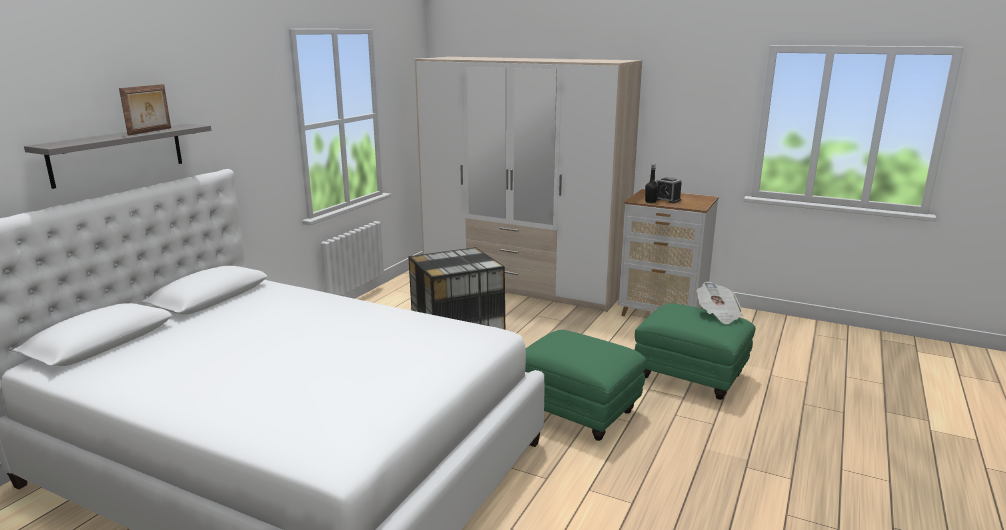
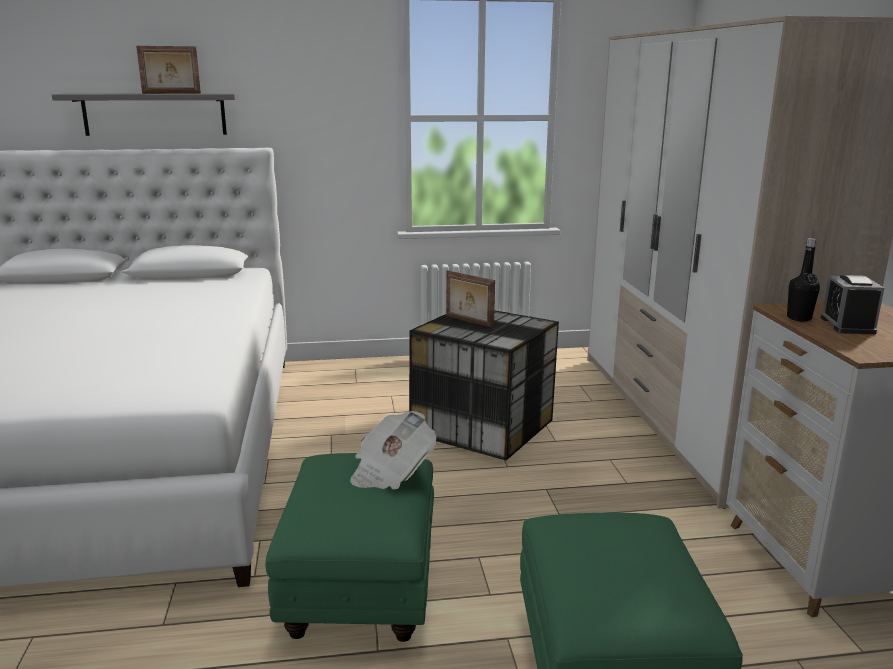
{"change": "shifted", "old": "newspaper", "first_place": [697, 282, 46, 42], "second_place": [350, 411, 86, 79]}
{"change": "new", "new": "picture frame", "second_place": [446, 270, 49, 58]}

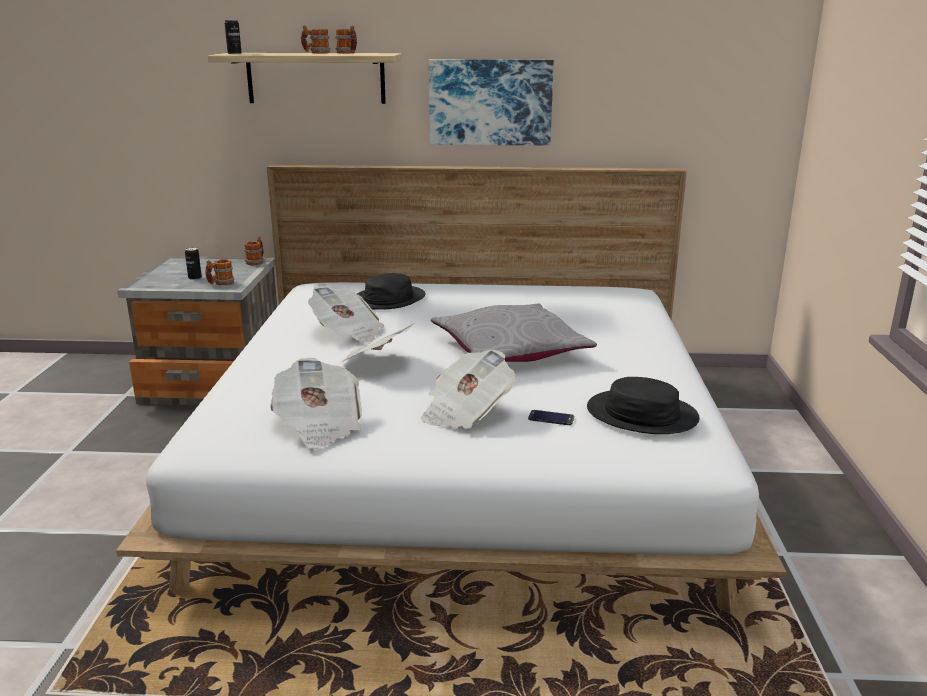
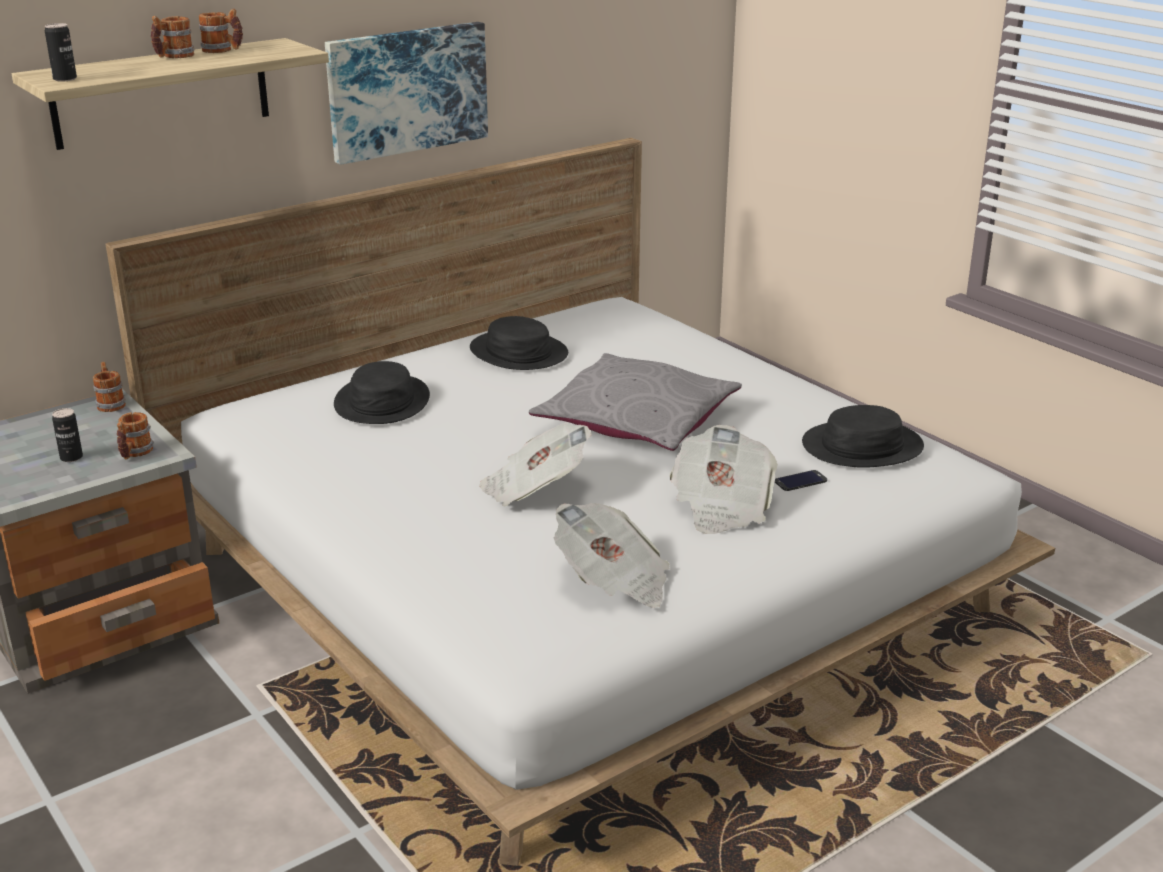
{"change": "gone", "old": "newspaper", "first_place": [308, 286, 76, 58]}
{"change": "new", "new": "black hat", "second_place": [470, 316, 98, 54]}

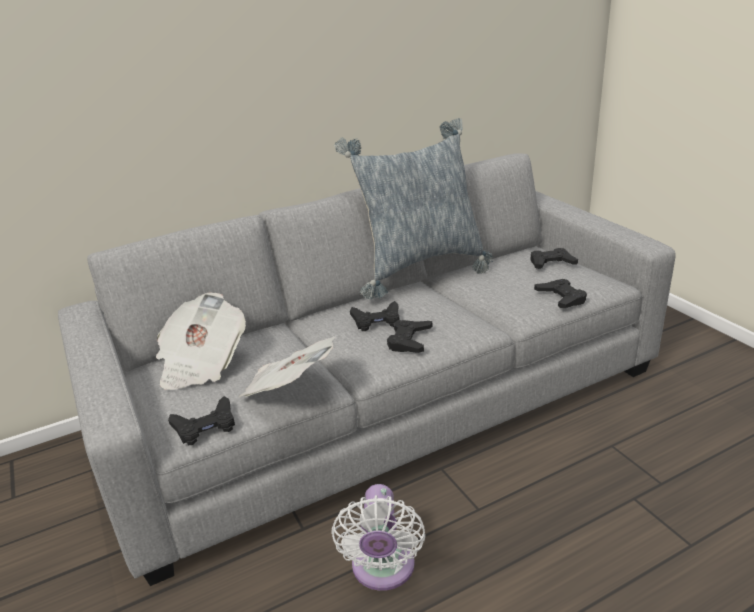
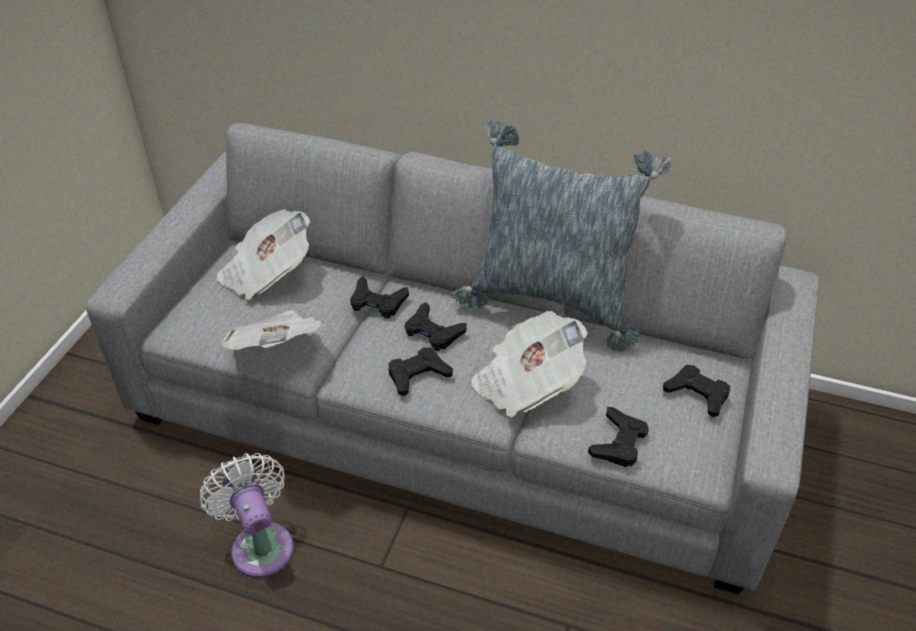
{"change": "shifted", "old": "black game controller", "first_place": [168, 396, 67, 49], "second_place": [350, 277, 59, 41]}
{"change": "rotated", "old": "white fan", "first_place": [331, 484, 94, 107], "second_place": [200, 453, 94, 125], "degrees": 105}
{"change": "new", "new": "newspaper", "second_place": [472, 311, 116, 106]}

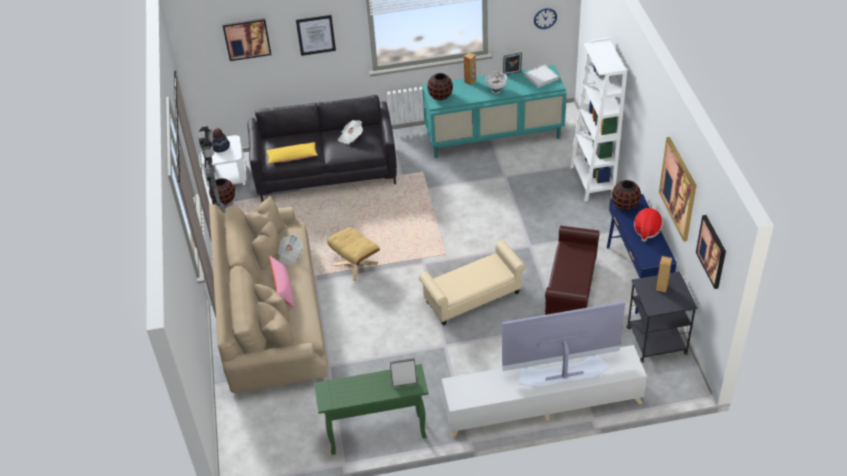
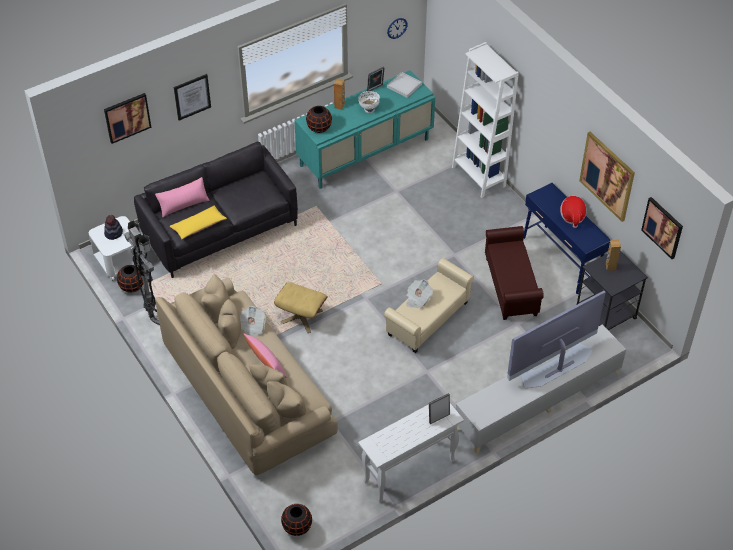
{"change": "shifted", "old": "newspaper", "first_place": [338, 120, 25, 25], "second_place": [406, 280, 27, 29]}
{"change": "shifted", "old": "black vase", "first_place": [612, 180, 29, 30], "second_place": [281, 504, 31, 32]}
{"change": "repainted", "old": "green console table", "new": "white console table", "first_place": [314, 364, 114, 91], "second_place": [358, 403, 106, 100]}
{"change": "new", "new": "pink pillow", "second_place": [155, 177, 54, 41]}

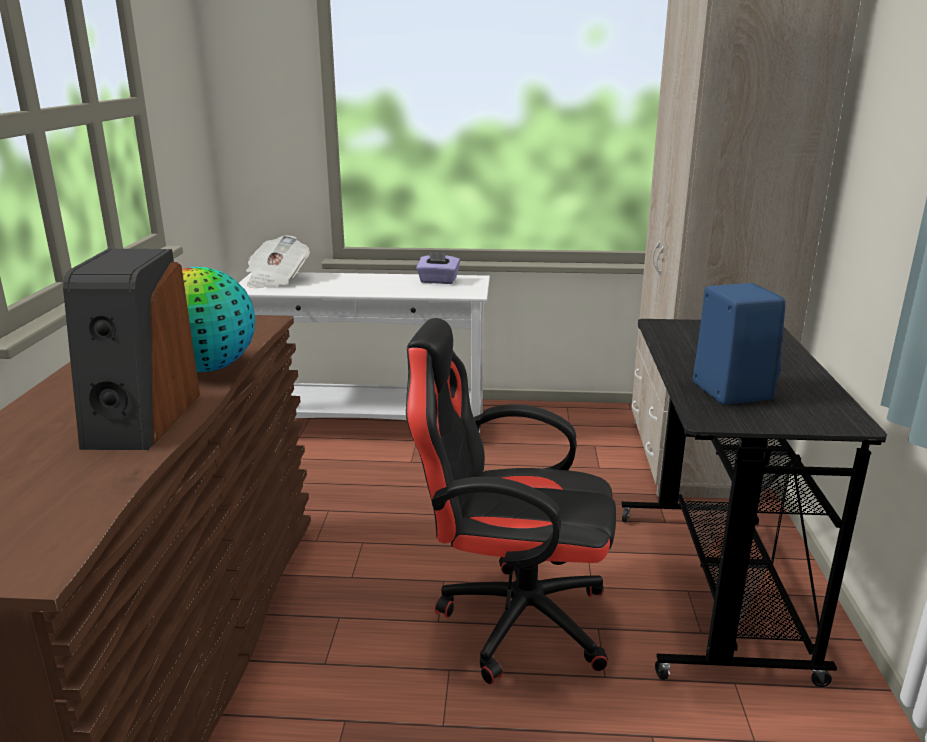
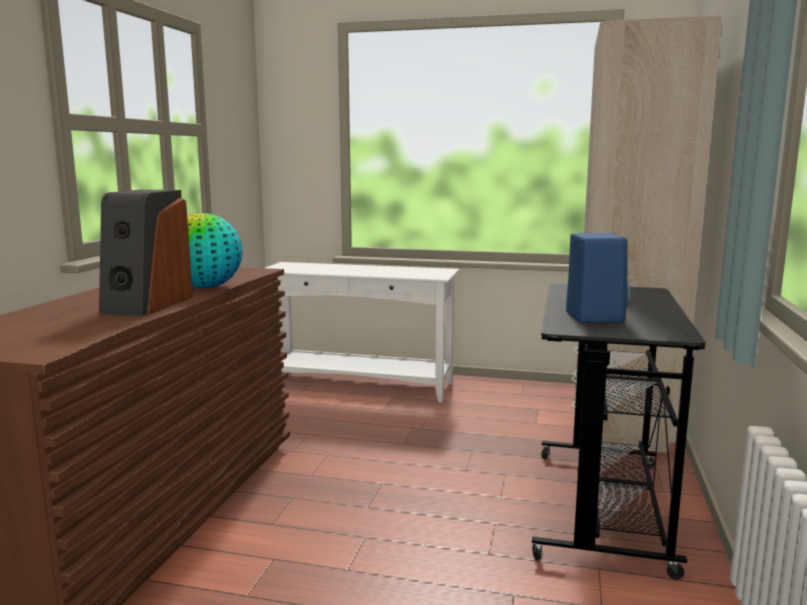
{"change": "gone", "old": "newspaper", "first_place": [246, 235, 64, 53]}
{"change": "gone", "old": "purple tissue box", "first_place": [416, 251, 44, 33]}
{"change": "gone", "old": "black office chair", "first_place": [406, 318, 210, 366]}

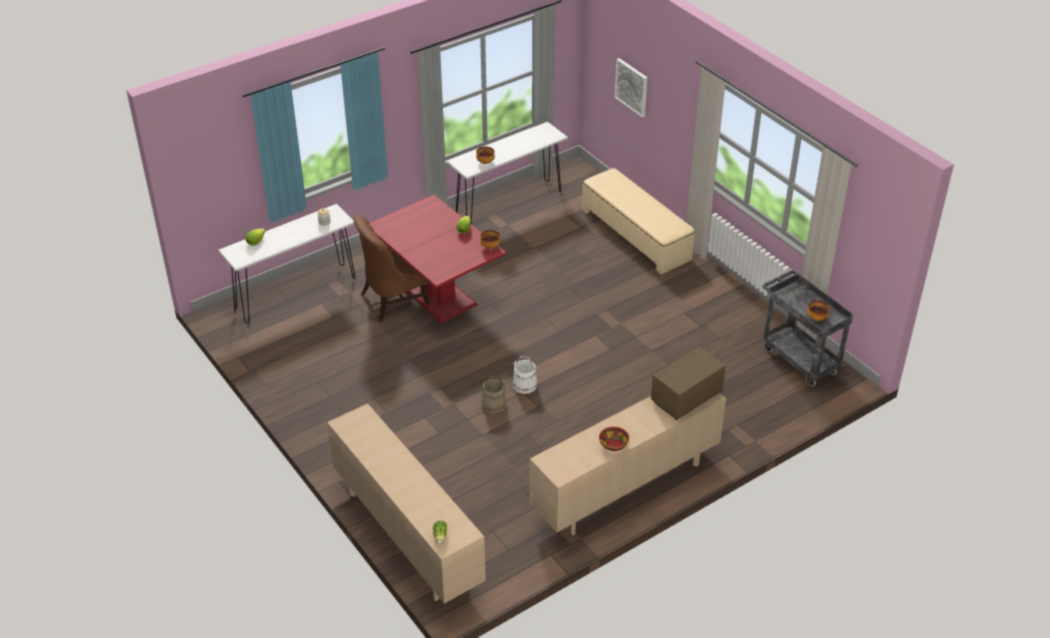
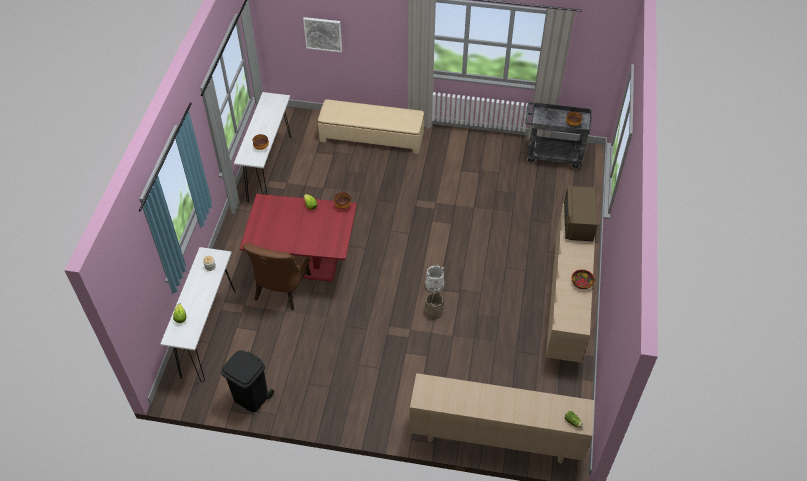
{"change": "new", "new": "black trash can", "second_place": [221, 350, 53, 62]}

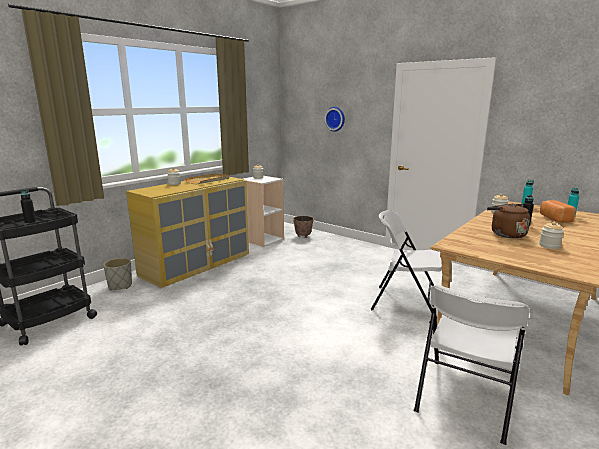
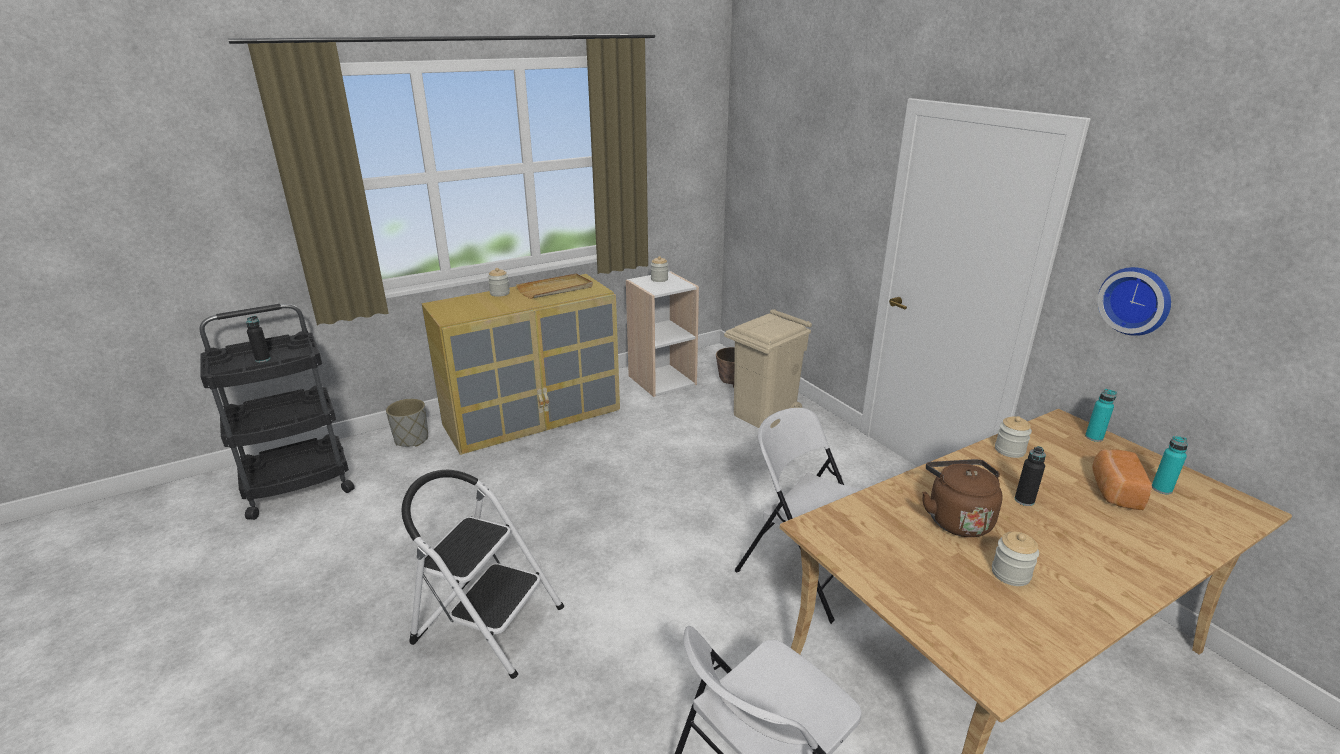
{"change": "shifted", "old": "wall clock", "first_place": [324, 107, 21, 25], "second_place": [1098, 267, 73, 69]}
{"change": "new", "new": "beige trash can", "second_place": [724, 309, 88, 119]}
{"change": "new", "new": "step ladder", "second_place": [402, 470, 162, 209]}

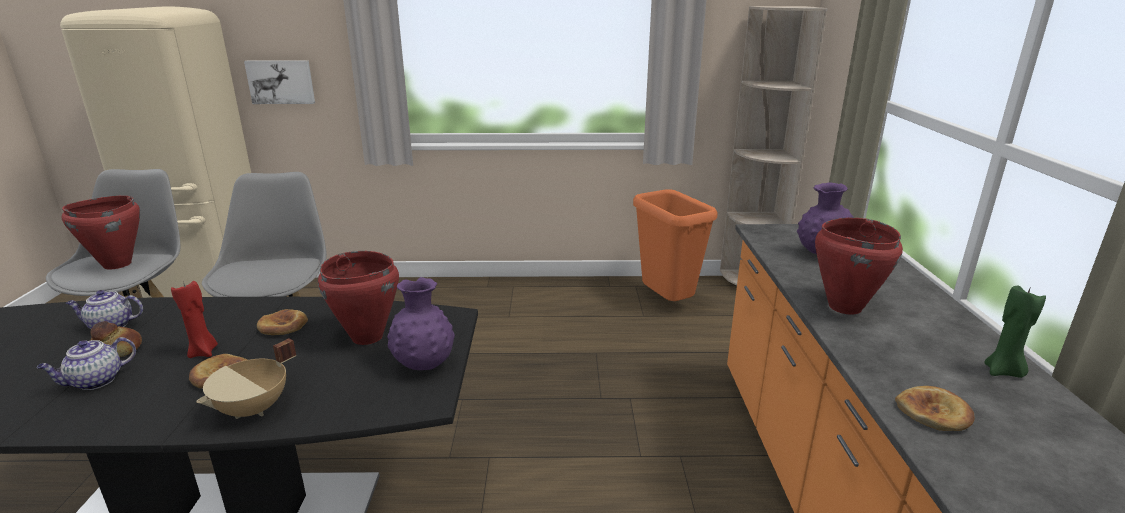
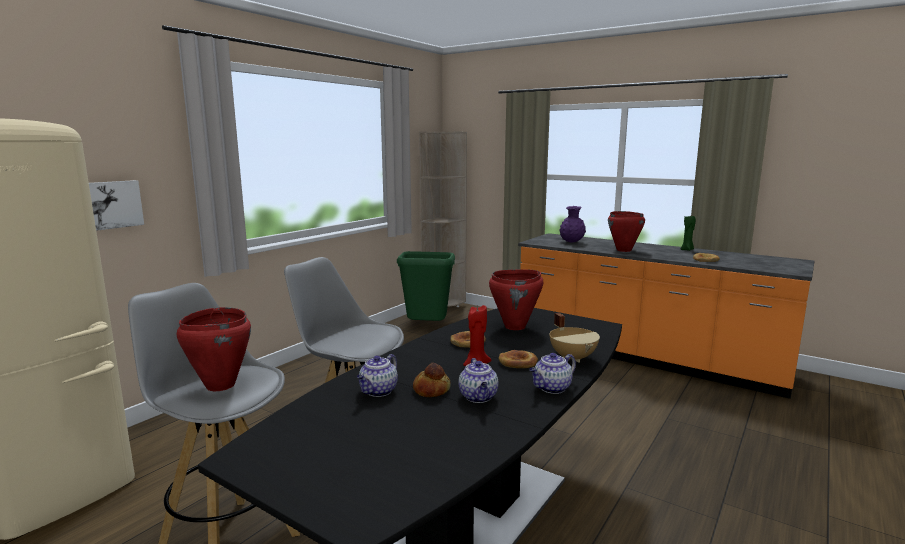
{"change": "repainted", "old": "orange trash can", "new": "green trash can", "first_place": [633, 189, 85, 112], "second_place": [397, 251, 58, 70]}
{"change": "gone", "old": "purple vase", "first_place": [387, 277, 68, 93]}
{"change": "new", "new": "teapot", "second_place": [529, 353, 47, 41]}

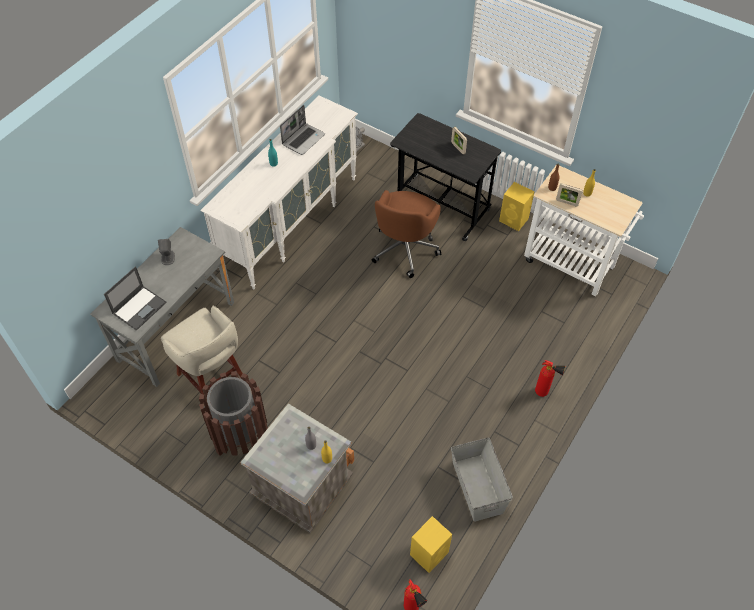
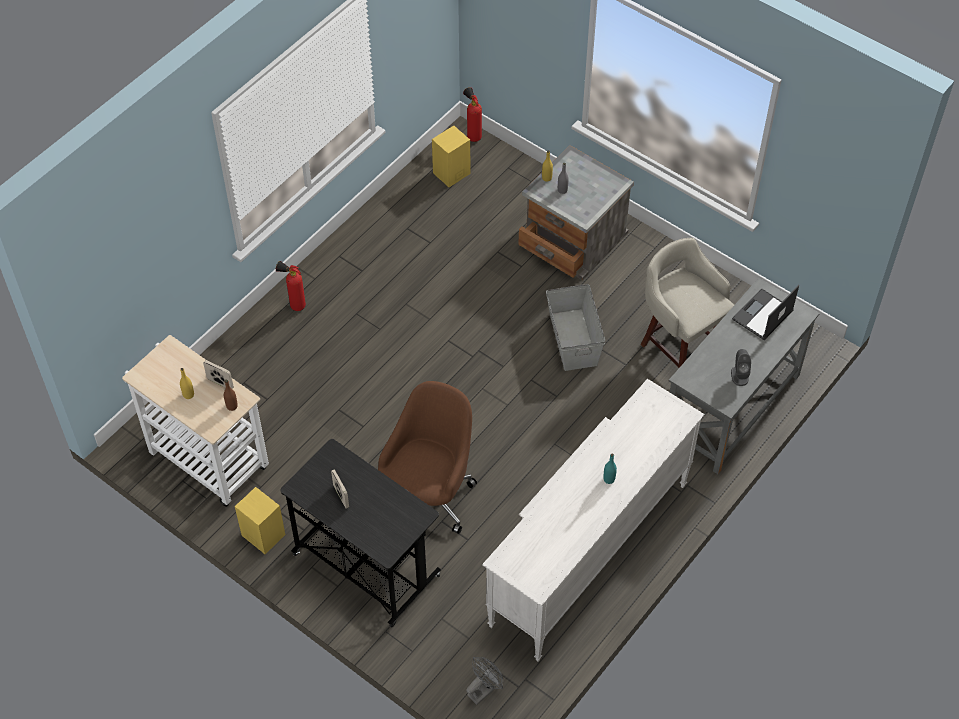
{"change": "gone", "old": "laptop", "first_place": [280, 105, 45, 50]}
{"change": "gone", "old": "brown trash can", "first_place": [199, 371, 69, 85]}
{"change": "shifted", "old": "grey storage box", "first_place": [451, 437, 62, 85], "second_place": [546, 284, 59, 87]}

